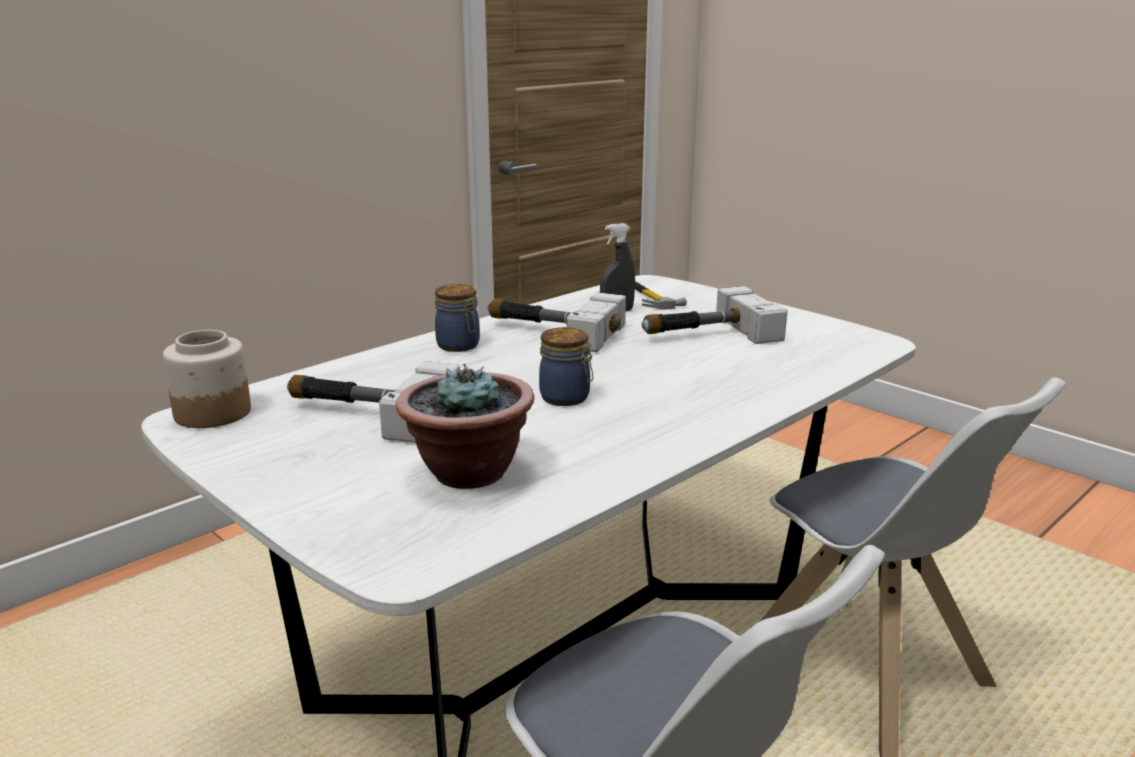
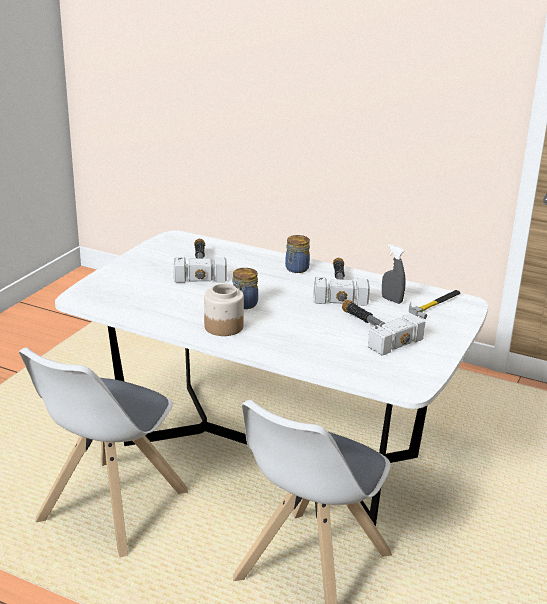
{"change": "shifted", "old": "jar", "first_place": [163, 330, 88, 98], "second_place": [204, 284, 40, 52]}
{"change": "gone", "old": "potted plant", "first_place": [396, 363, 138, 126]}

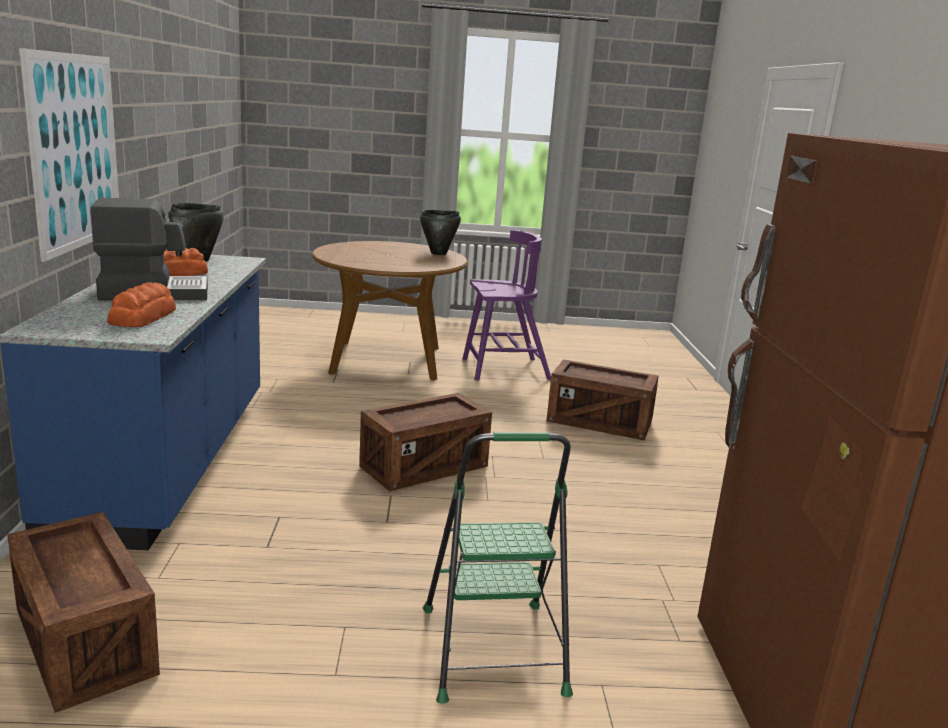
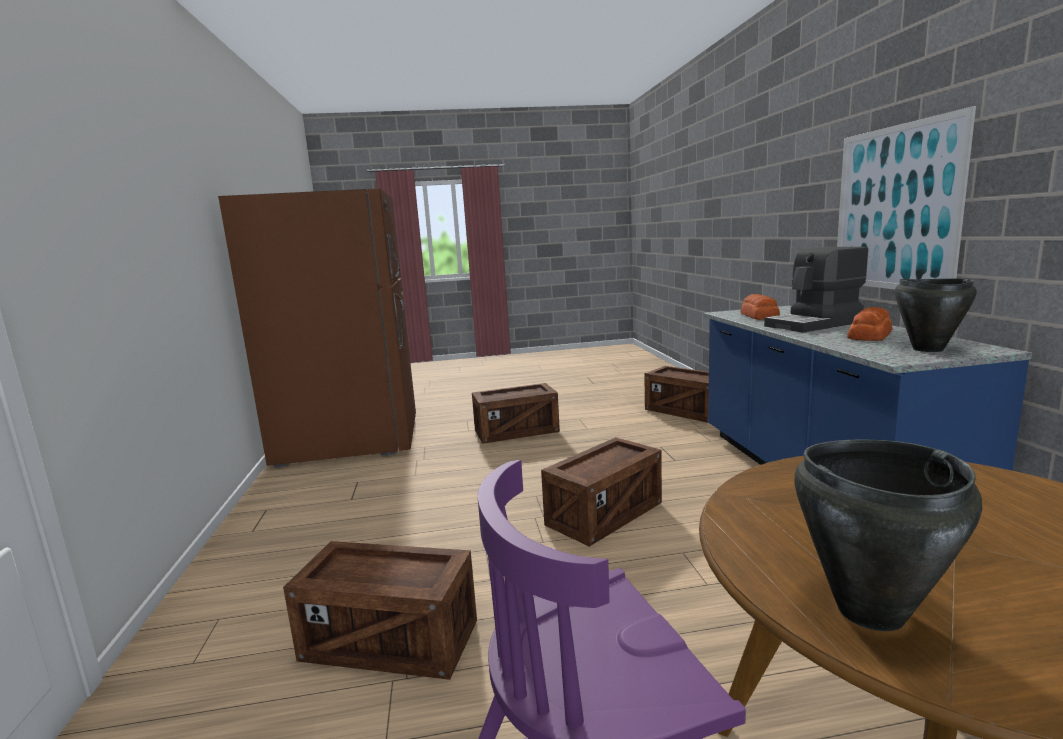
{"change": "swapped", "old": "green step ladder", "new": "crate", "first_place": [423, 432, 150, 272], "second_place": [472, 383, 88, 61]}

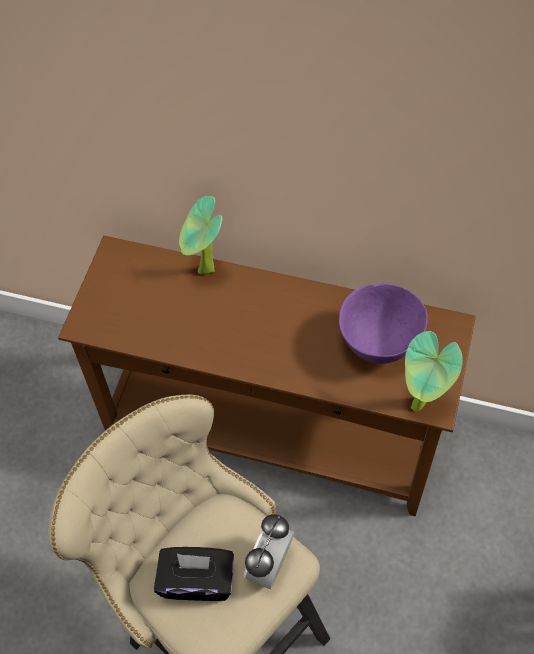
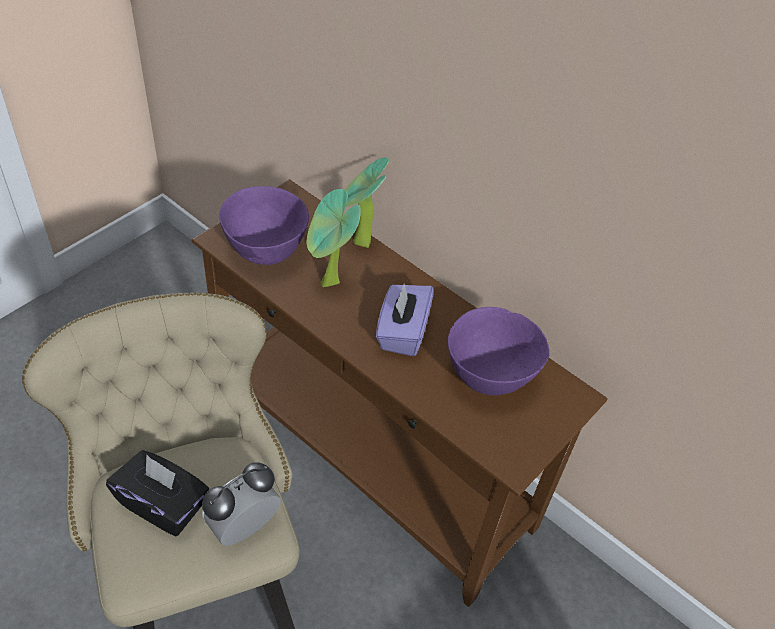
{"change": "shifted", "old": "potted plant", "first_place": [405, 331, 58, 81], "second_place": [307, 189, 54, 98]}
{"change": "new", "new": "purple bowl", "second_place": [219, 186, 90, 79]}
{"change": "new", "new": "purple tissue box", "second_place": [376, 284, 58, 72]}

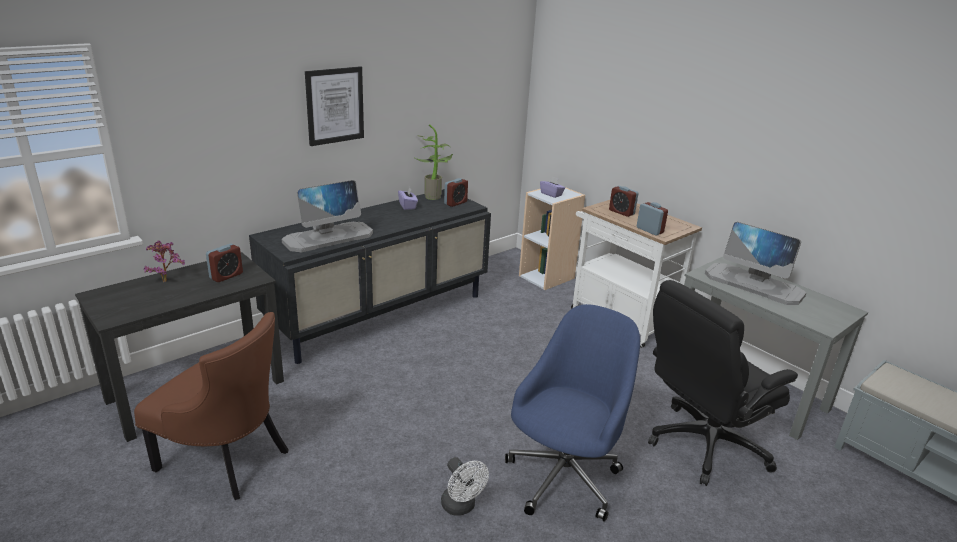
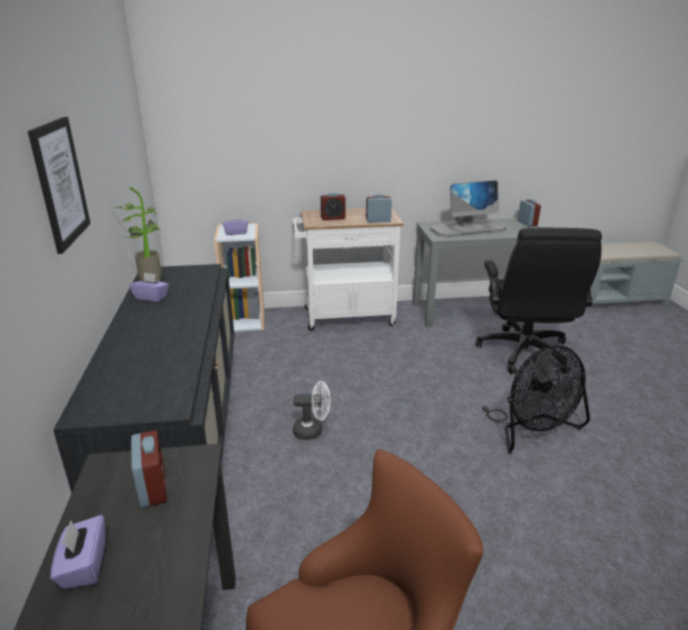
{"change": "shifted", "old": "alarm clock", "first_place": [444, 178, 24, 29], "second_place": [518, 199, 23, 28]}
{"change": "gone", "old": "monitor", "first_place": [282, 180, 91, 72]}
{"change": "swapped", "old": "potted plant", "new": "purple tissue box", "first_place": [144, 241, 41, 41], "second_place": [50, 515, 55, 74]}
{"change": "swapped", "old": "blue office chair", "new": "black fan", "first_place": [505, 304, 135, 218], "second_place": [482, 345, 108, 109]}
{"change": "shifted", "old": "white fan", "first_place": [441, 457, 48, 59], "second_place": [293, 381, 38, 59]}

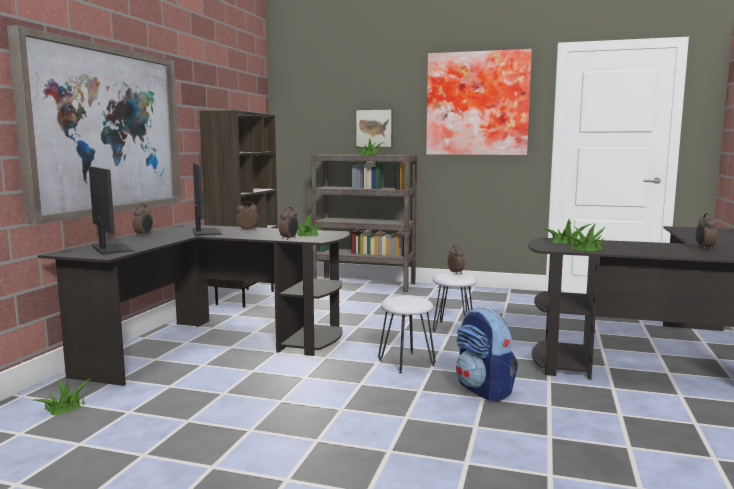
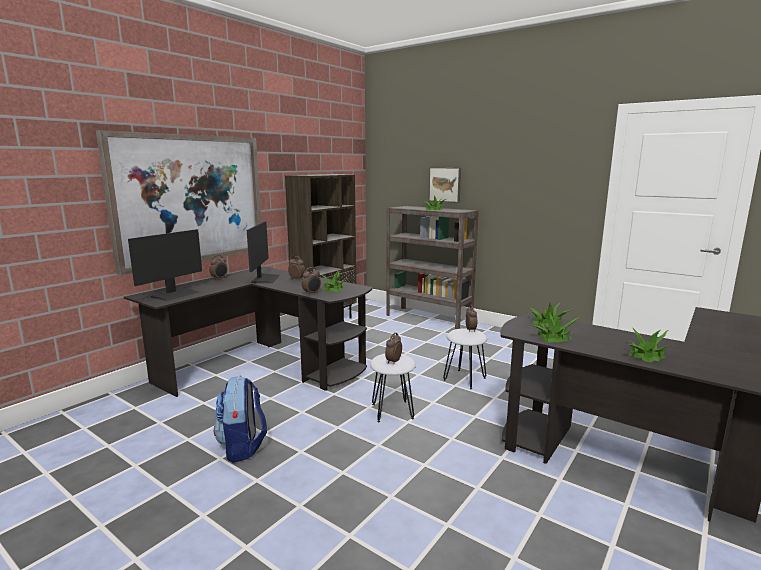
{"change": "gone", "old": "picture", "first_place": [426, 49, 106, 106]}
{"change": "rotated", "old": "monitor", "first_place": [89, 166, 47, 89], "second_place": [128, 229, 74, 72], "degrees": 45}
{"change": "shifted", "old": "alarm clock", "first_place": [696, 213, 21, 37], "second_place": [385, 333, 17, 31]}
{"change": "shifted", "old": "backpack", "first_place": [456, 307, 62, 94], "second_place": [214, 376, 53, 87]}
{"change": "shifted", "old": "potted plant", "first_place": [31, 377, 62, 39], "second_place": [629, 327, 39, 35]}

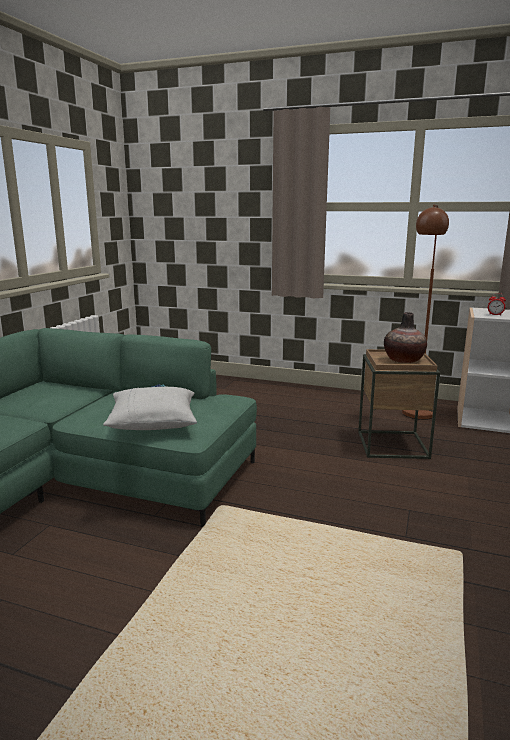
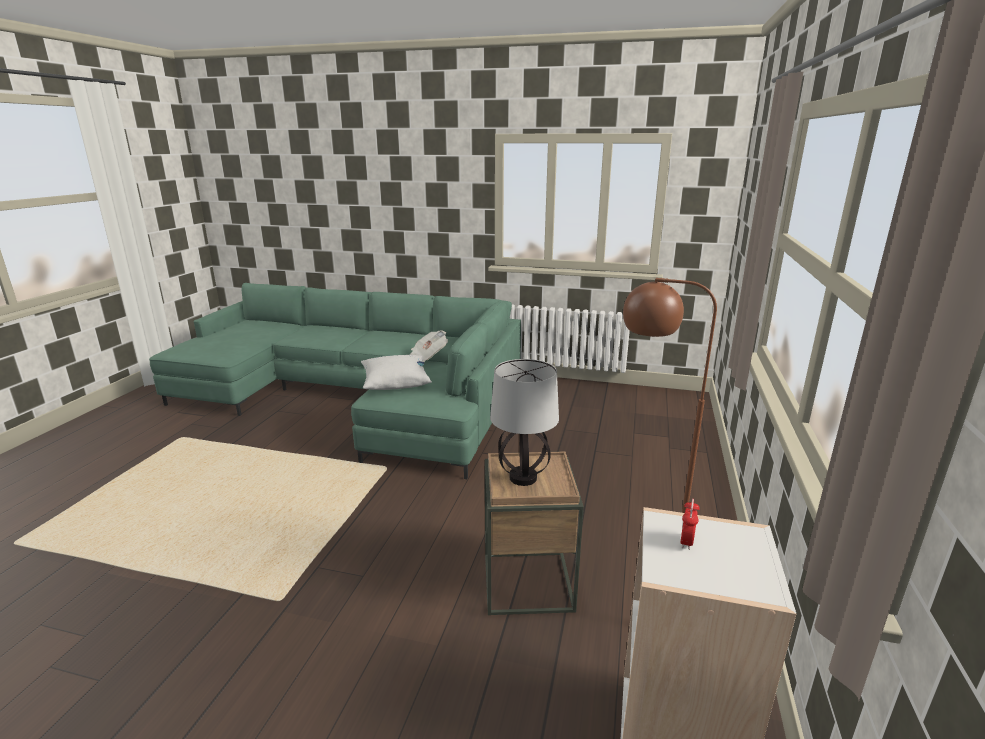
{"change": "swapped", "old": "vase", "new": "table lamp", "first_place": [384, 312, 43, 51], "second_place": [490, 359, 69, 127]}
{"change": "new", "new": "newspaper", "second_place": [410, 330, 38, 32]}

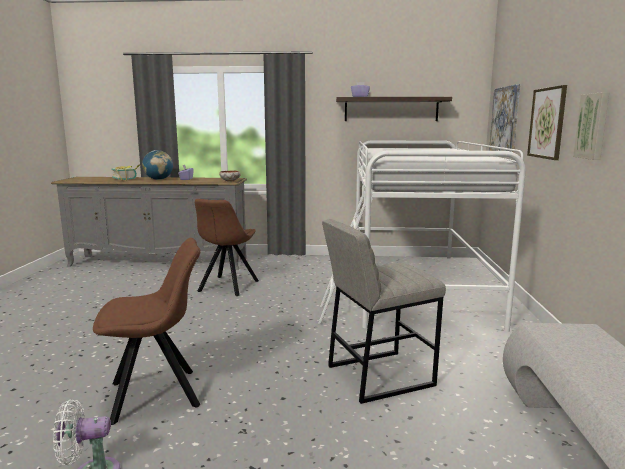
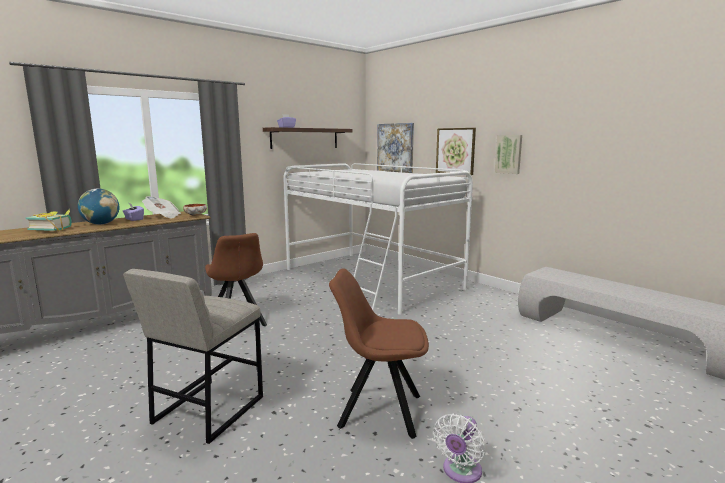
{"change": "shifted", "old": "grey chair", "first_place": [322, 219, 124, 185], "second_place": [123, 269, 140, 175]}
{"change": "rotated", "old": "brown chair", "first_place": [93, 238, 108, 187], "second_place": [329, 268, 100, 171], "degrees": -105}
{"change": "new", "new": "newspaper", "second_place": [142, 196, 39, 22]}

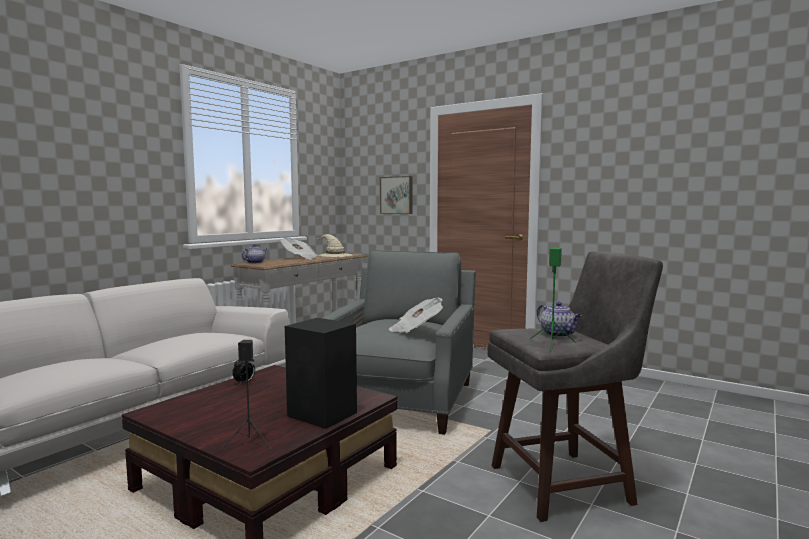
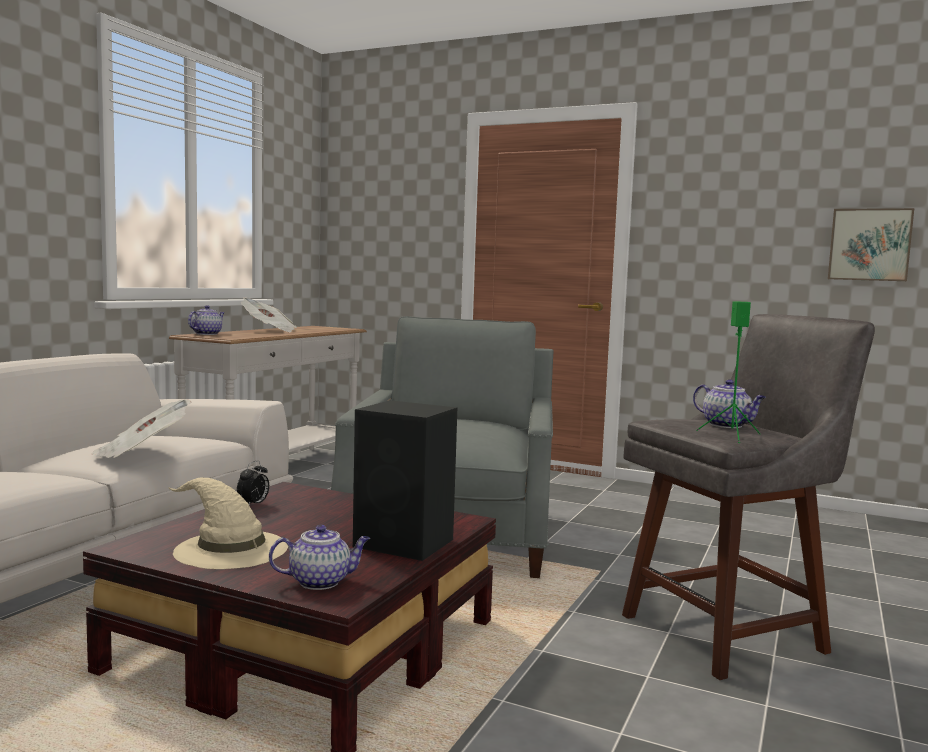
{"change": "shifted", "old": "picture", "first_place": [380, 176, 33, 38], "second_place": [828, 208, 86, 73]}
{"change": "shifted", "old": "beige hat", "first_place": [318, 234, 34, 23], "second_place": [168, 478, 120, 91]}
{"change": "shifted", "old": "newspaper", "first_place": [389, 298, 54, 35], "second_place": [92, 399, 100, 59]}
{"change": "swapped", "old": "black speaker", "new": "teapot", "first_place": [220, 340, 52, 110], "second_place": [269, 525, 101, 65]}

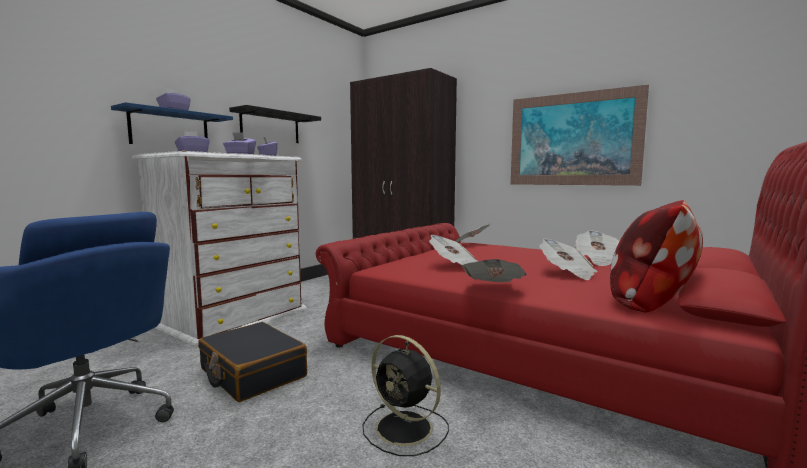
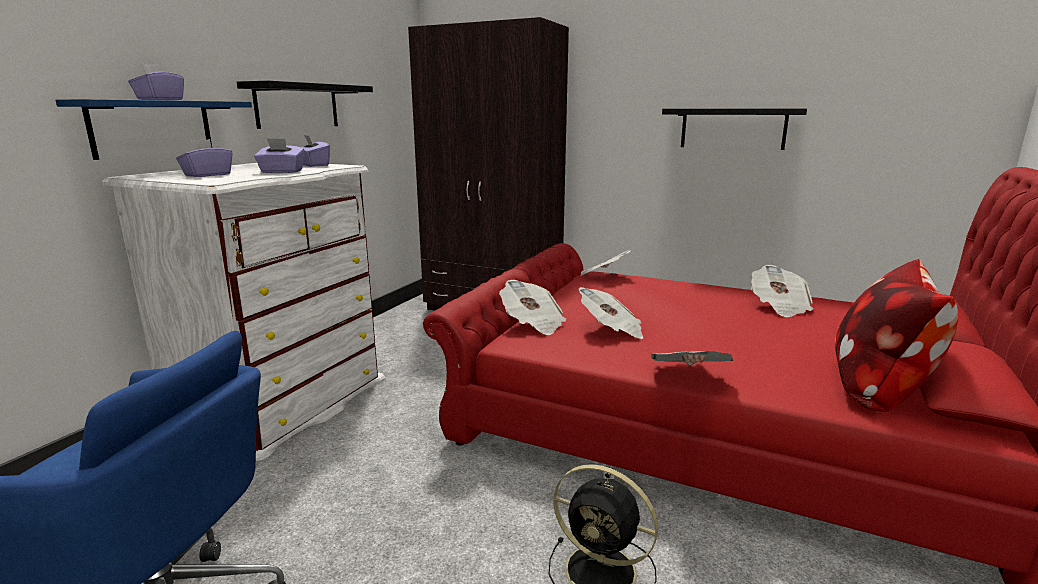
{"change": "swapped", "old": "picture", "new": "black shelf", "first_place": [511, 84, 138, 102], "second_place": [662, 108, 145, 42]}
{"change": "shifted", "old": "newspaper", "first_place": [539, 239, 58, 41], "second_place": [499, 280, 68, 55]}
{"change": "gone", "old": "black suitcase", "first_place": [198, 322, 109, 80]}

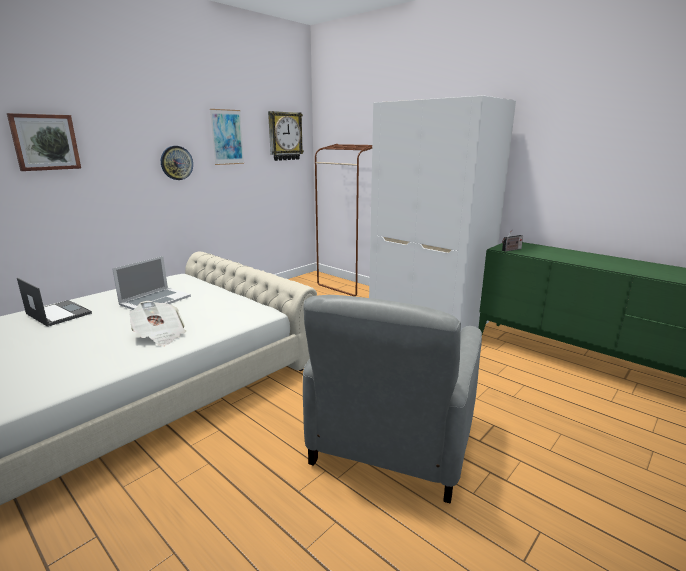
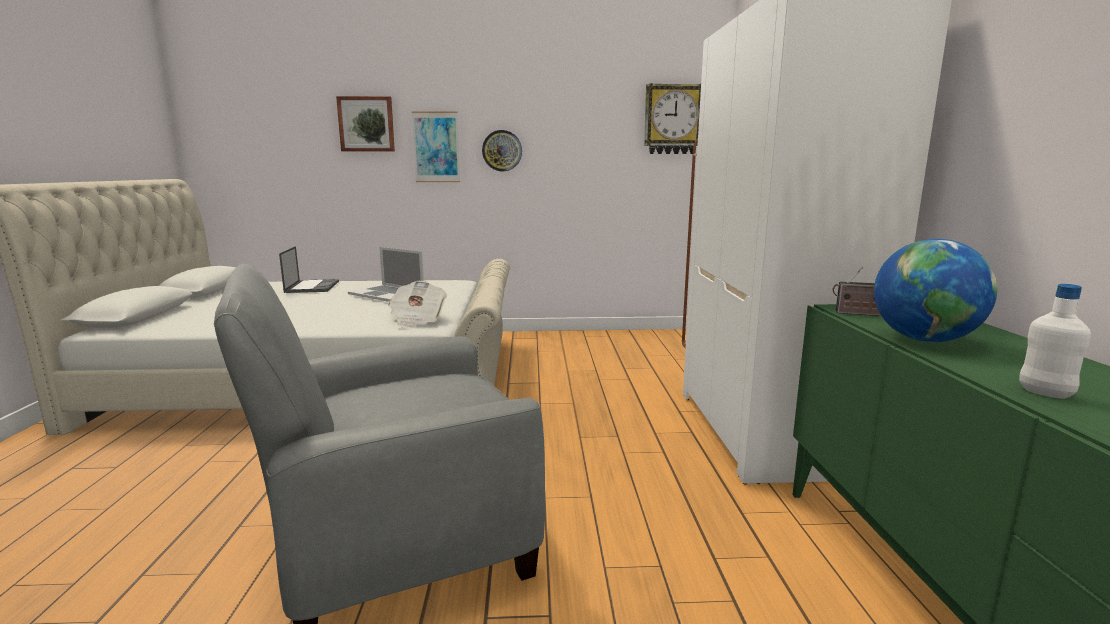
{"change": "shifted", "old": "picture", "first_place": [210, 109, 34, 56], "second_place": [412, 111, 48, 71]}
{"change": "rotated", "old": "laptop", "first_place": [112, 256, 79, 54], "second_place": [348, 247, 76, 55], "degrees": 45}
{"change": "shifted", "old": "newspaper", "first_place": [129, 301, 58, 45], "second_place": [388, 281, 59, 47]}
{"change": "new", "new": "globe", "second_place": [874, 239, 123, 103]}
{"change": "new", "new": "white bottle", "second_place": [1019, 284, 72, 115]}

